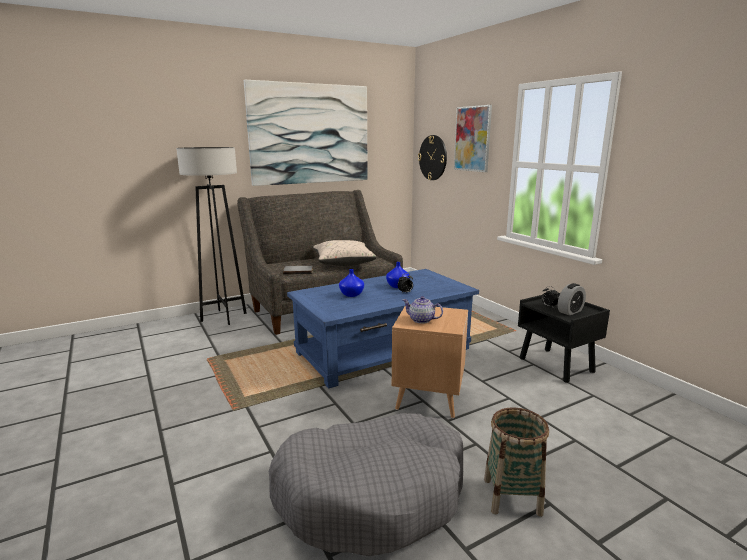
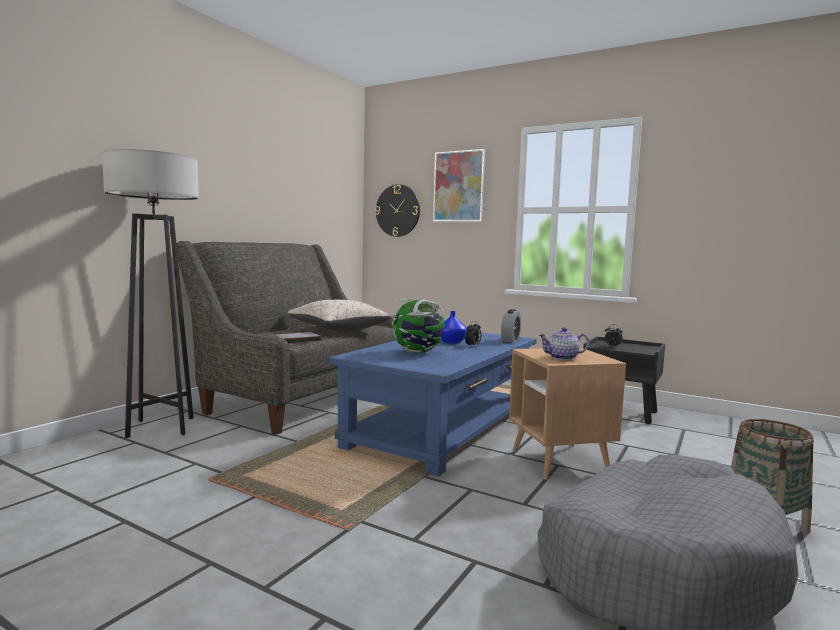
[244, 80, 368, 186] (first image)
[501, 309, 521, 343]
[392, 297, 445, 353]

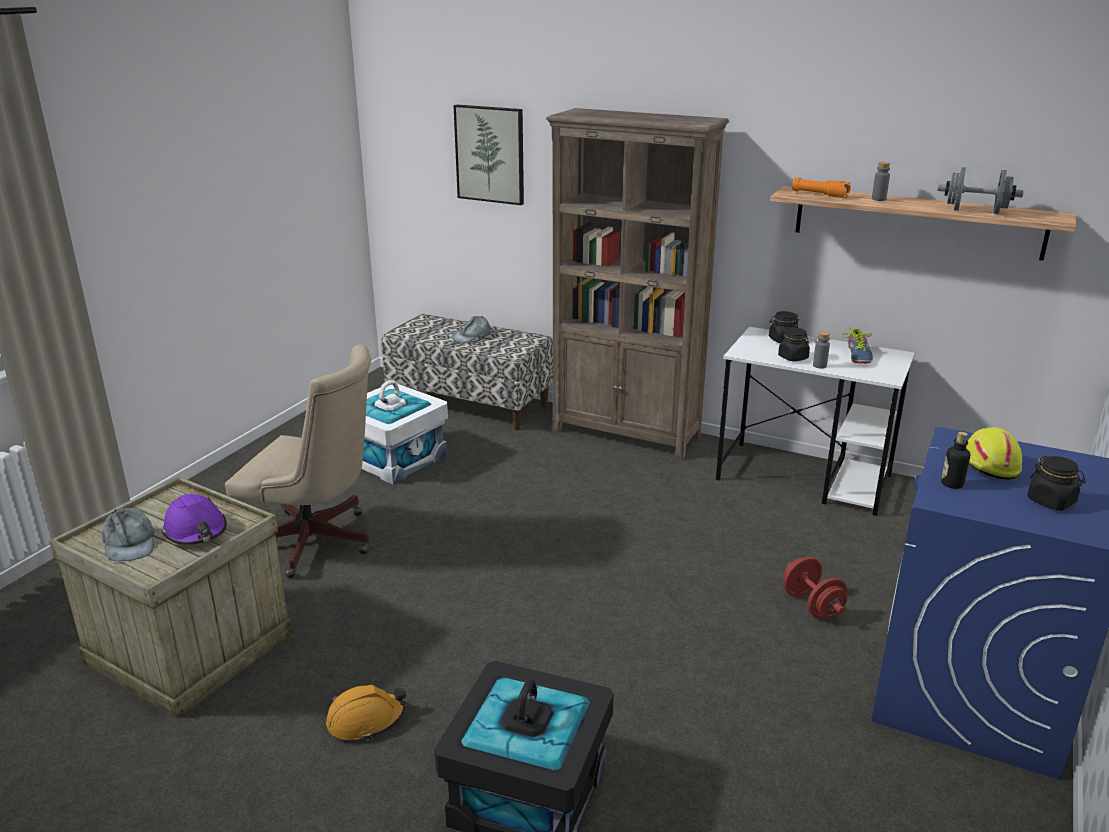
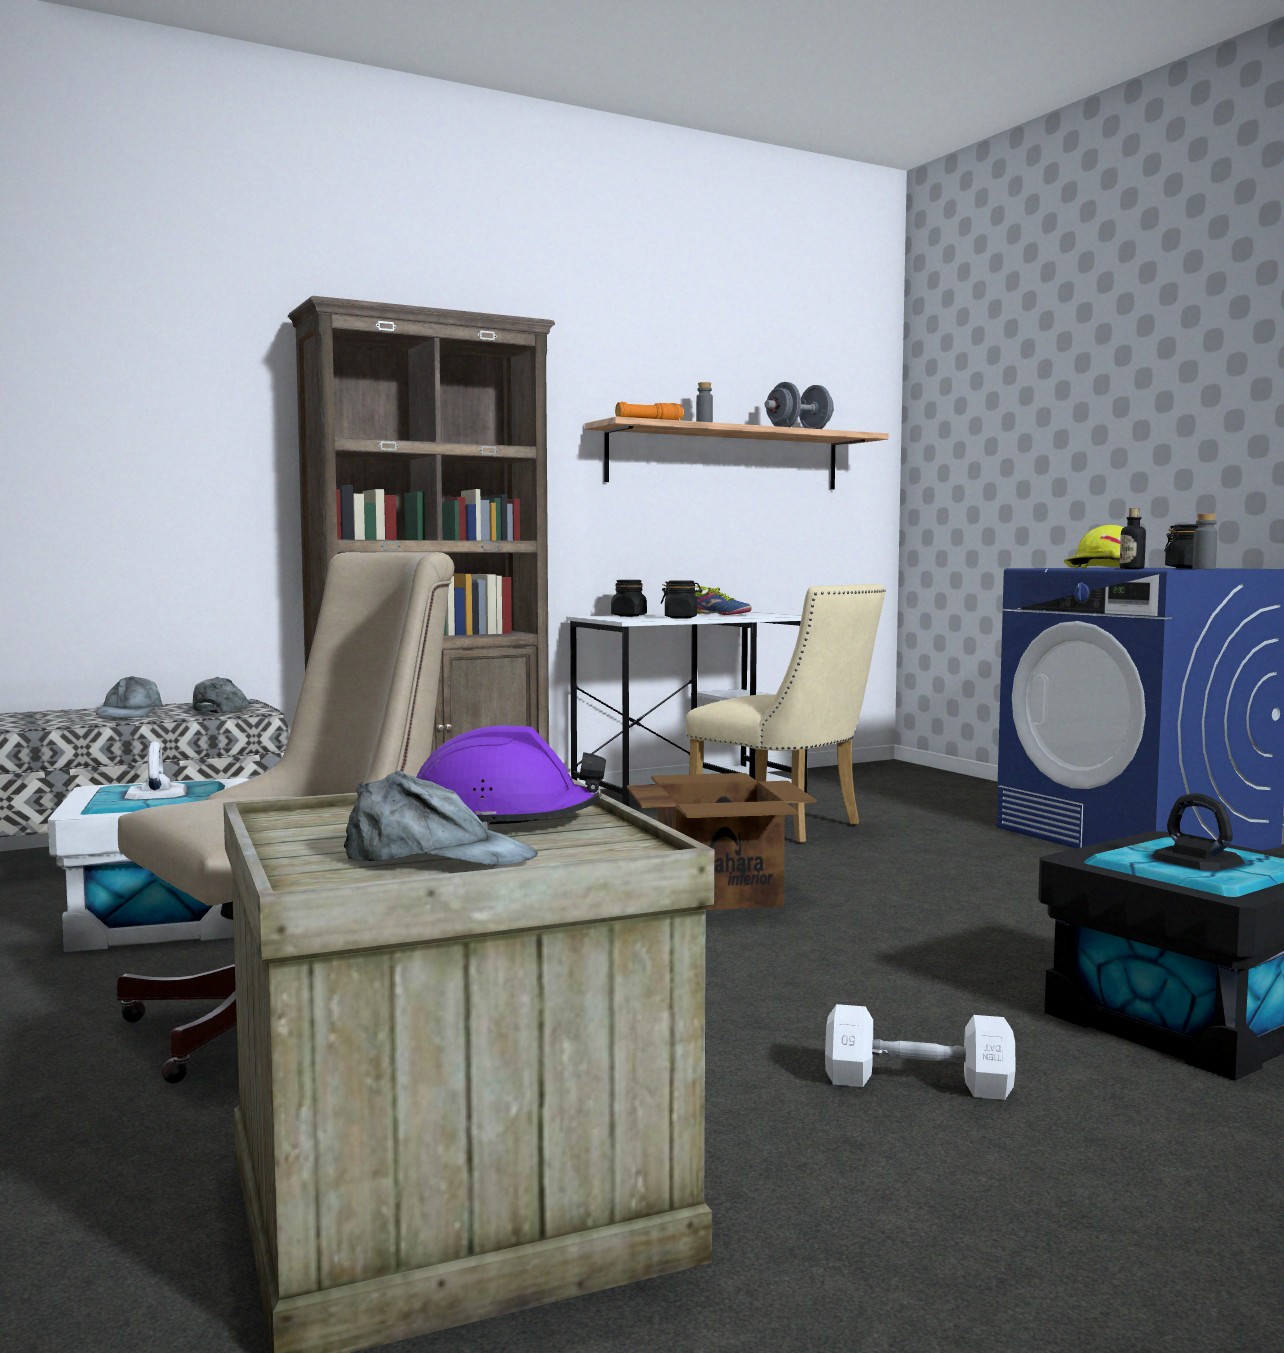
[453, 105, 524, 205] (first image)
[783, 557, 847, 619] (first image)
[193, 677, 261, 713]
[627, 773, 816, 910]
[686, 584, 885, 844]
[1193, 513, 1217, 569]
[825, 1004, 1016, 1100]

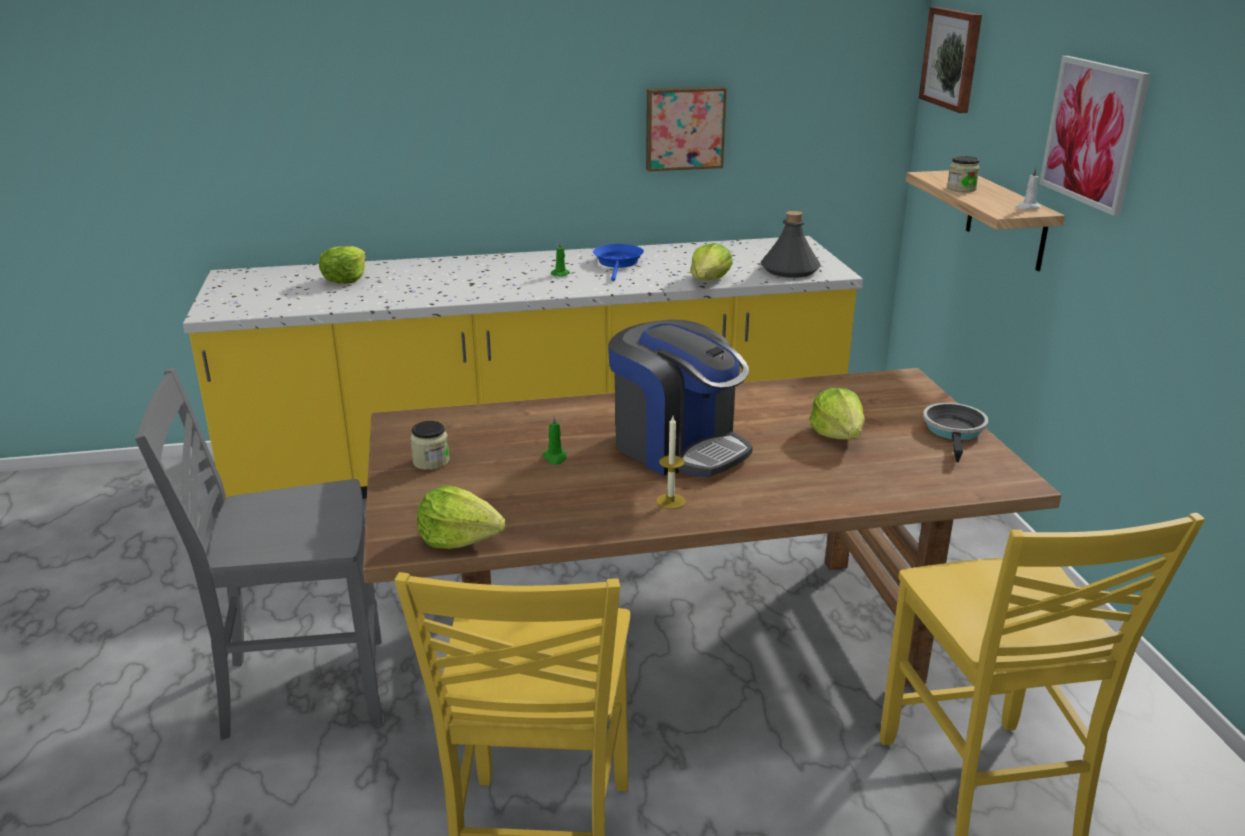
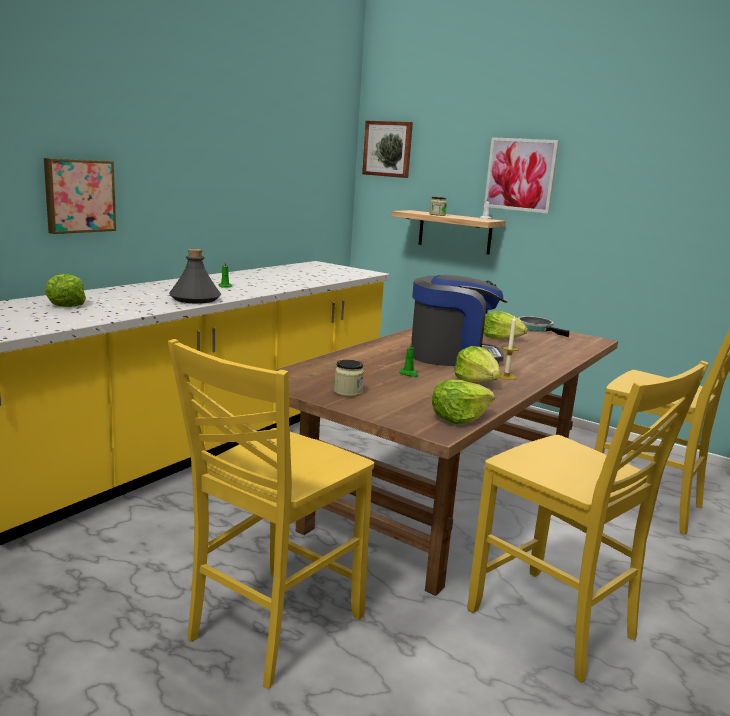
[593, 244, 644, 281] (first image)
[44, 158, 116, 234]
[454, 346, 500, 383]
[169, 249, 221, 304]
[168, 339, 374, 689]

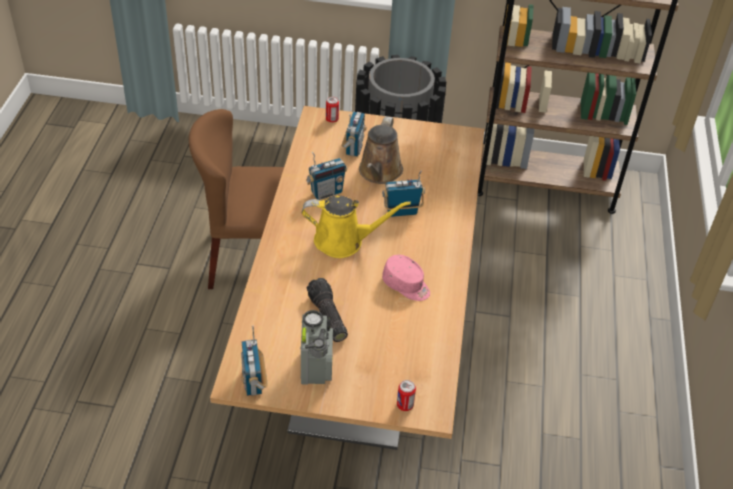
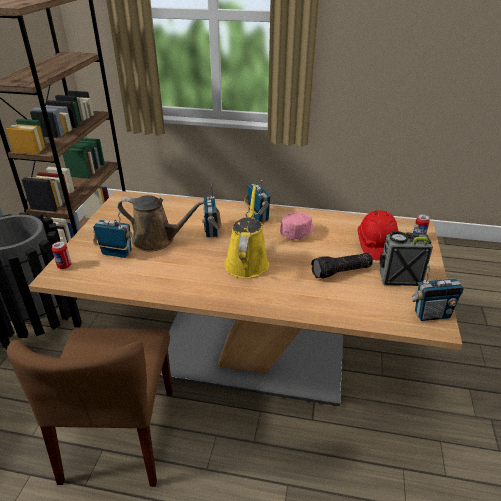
[358, 210, 398, 261]
[244, 180, 270, 222]

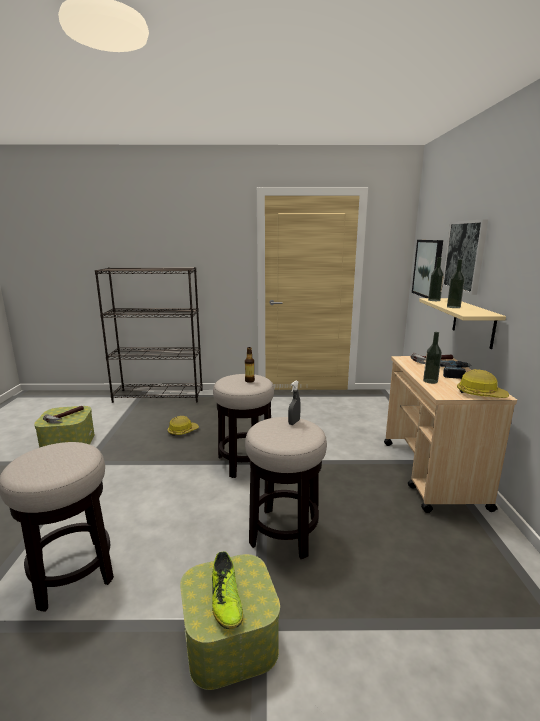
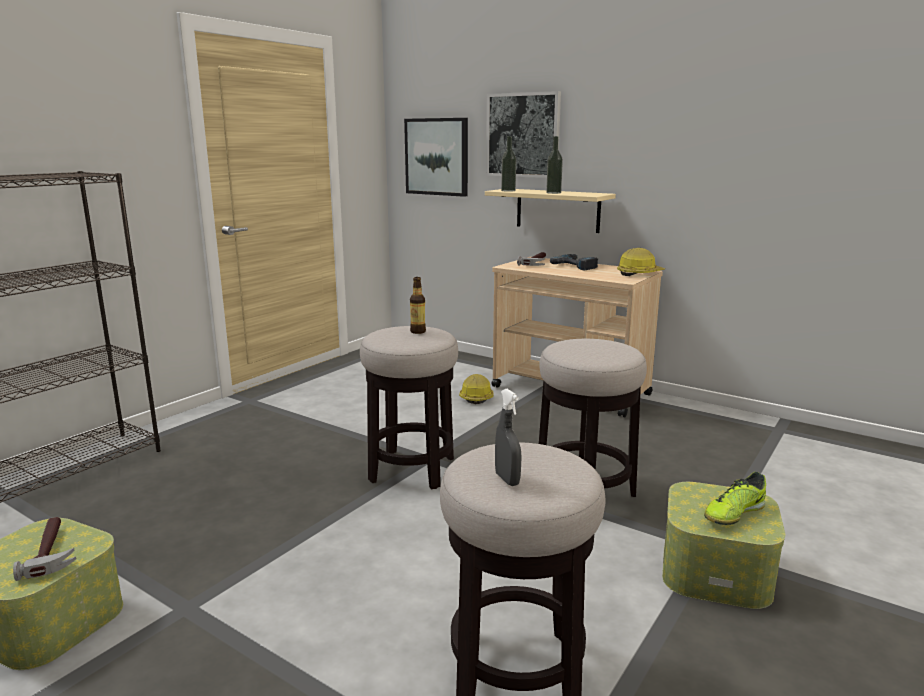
[423, 332, 442, 384] (first image)
[459, 374, 493, 404]
[495, 389, 522, 486]
[704, 472, 766, 525]

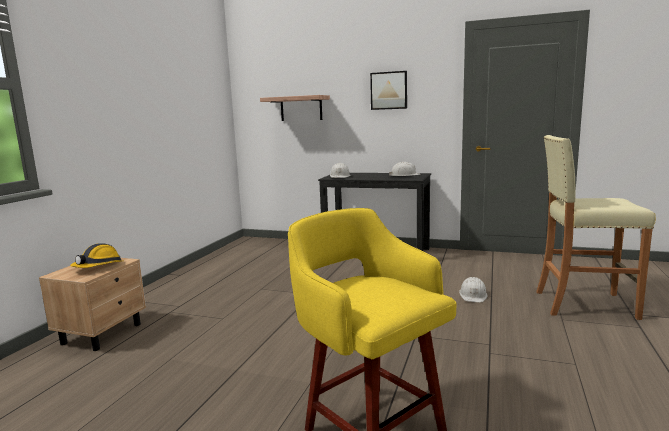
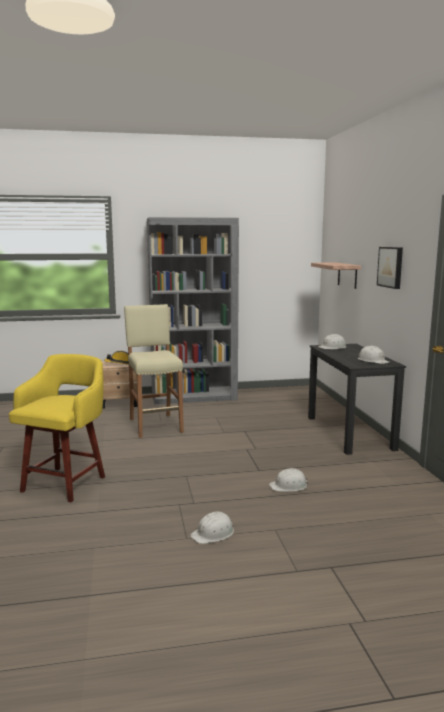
[147, 217, 239, 404]
[190, 512, 234, 544]
[124, 304, 184, 438]

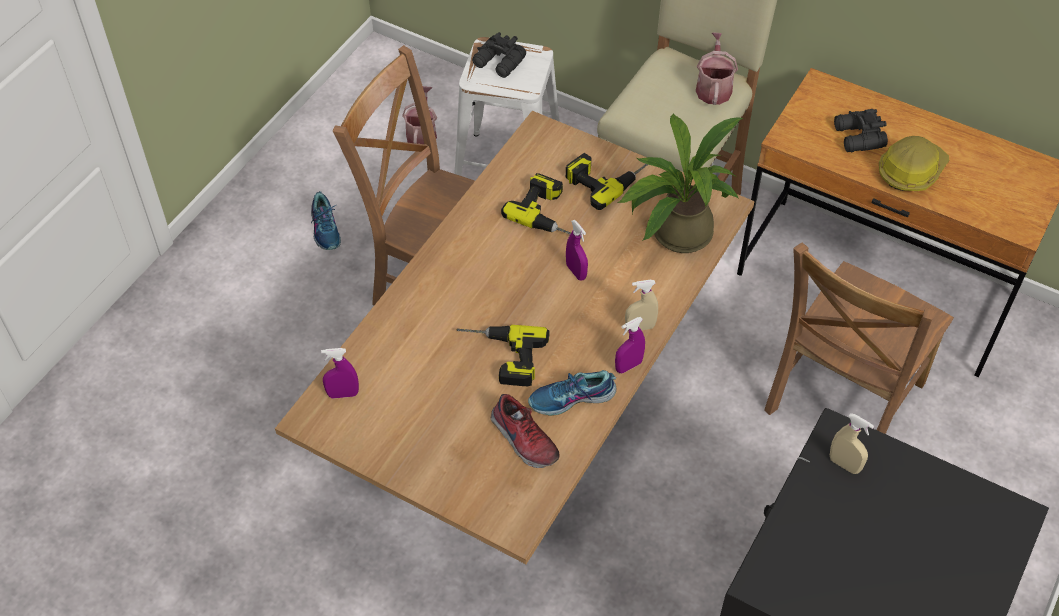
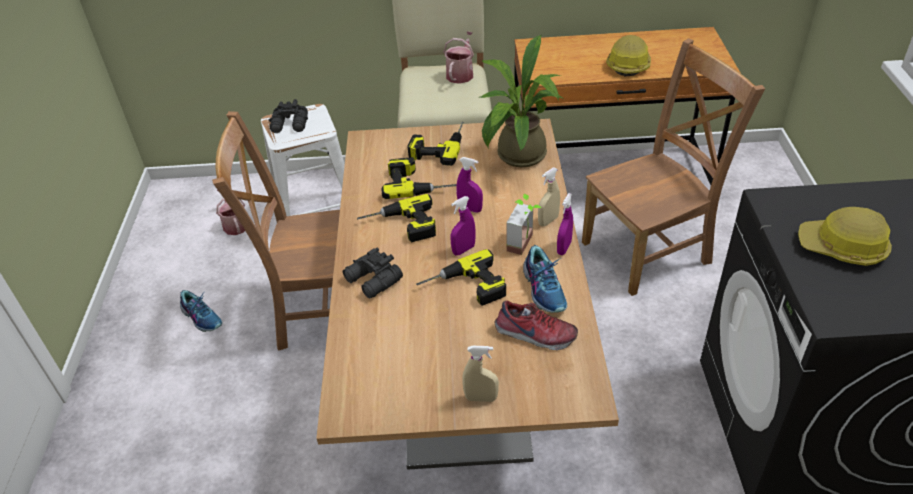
[357, 194, 436, 243]
[507, 194, 541, 255]
[798, 207, 892, 266]
[450, 196, 476, 256]
[462, 346, 499, 402]
[343, 248, 403, 299]
[523, 245, 567, 313]
[443, 31, 474, 84]
[582, 38, 765, 296]

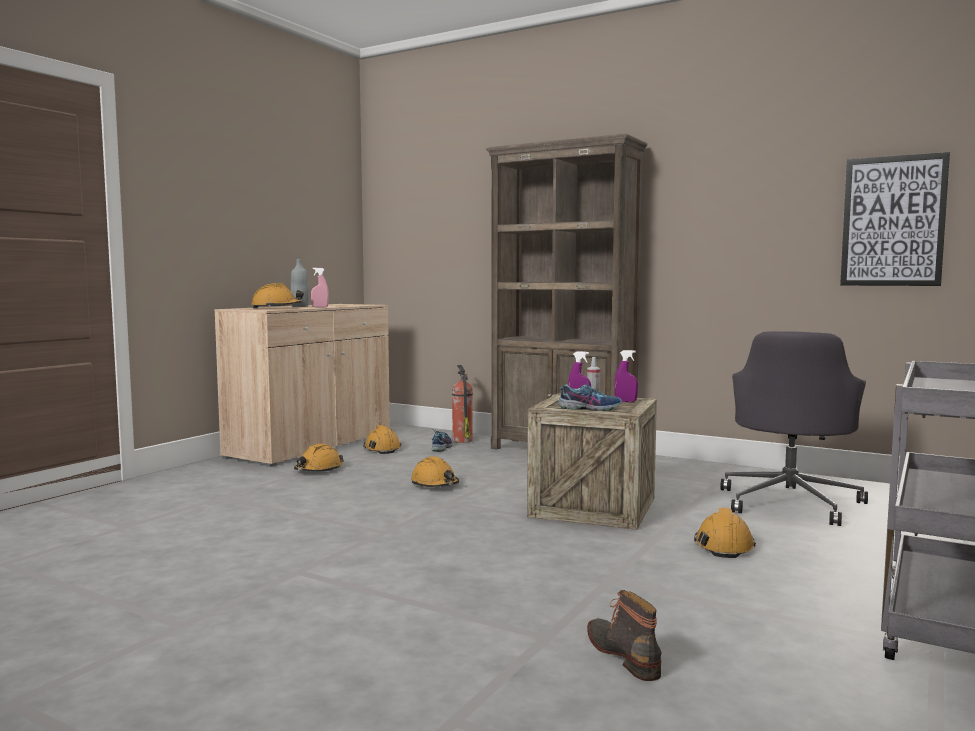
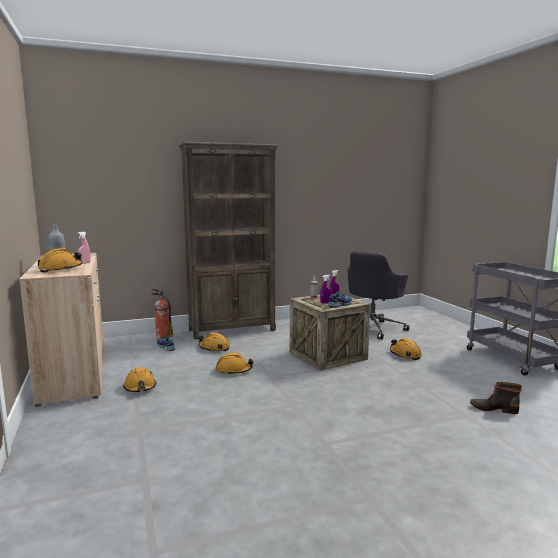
[840, 152, 950, 286] (first image)
[198, 332, 230, 352]
[347, 251, 409, 340]

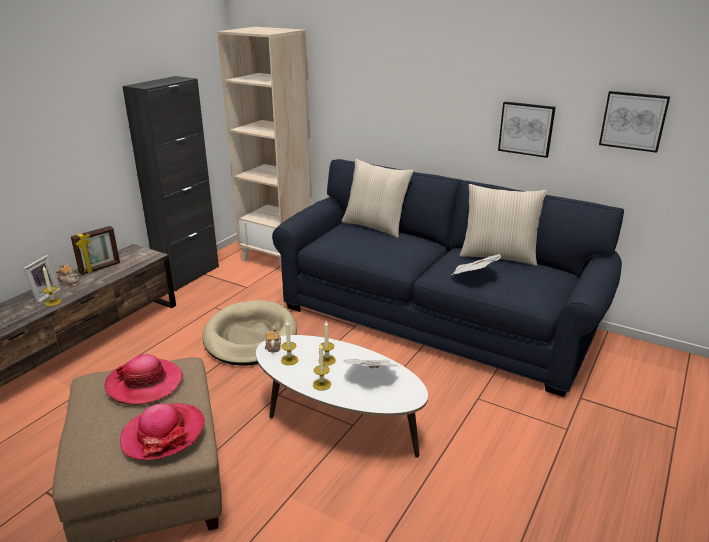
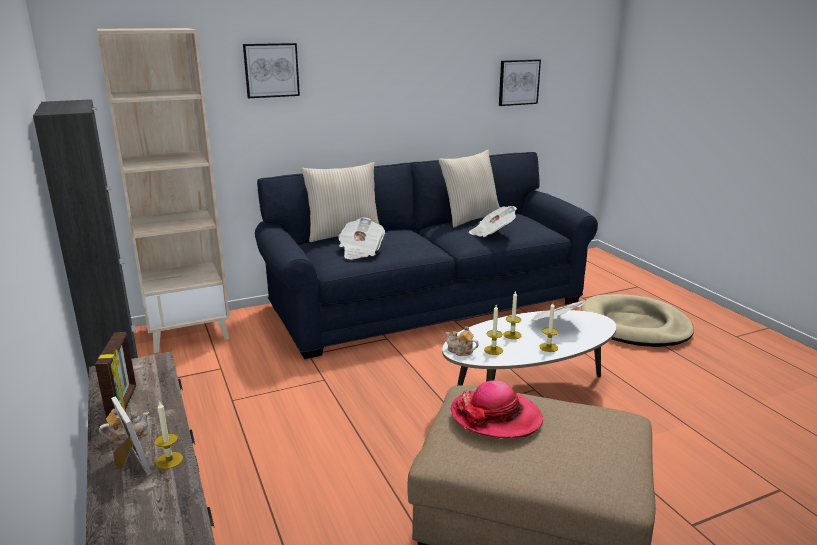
[120, 403, 205, 460] (first image)
[338, 218, 385, 260]
[581, 294, 694, 347]
[243, 43, 300, 98]

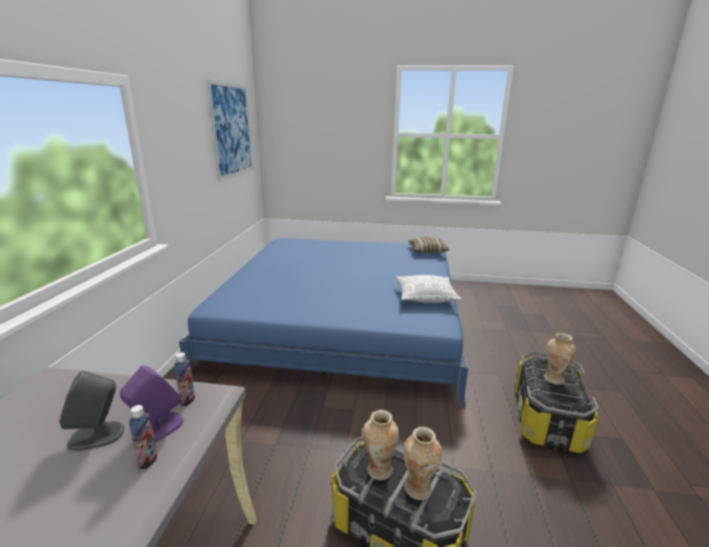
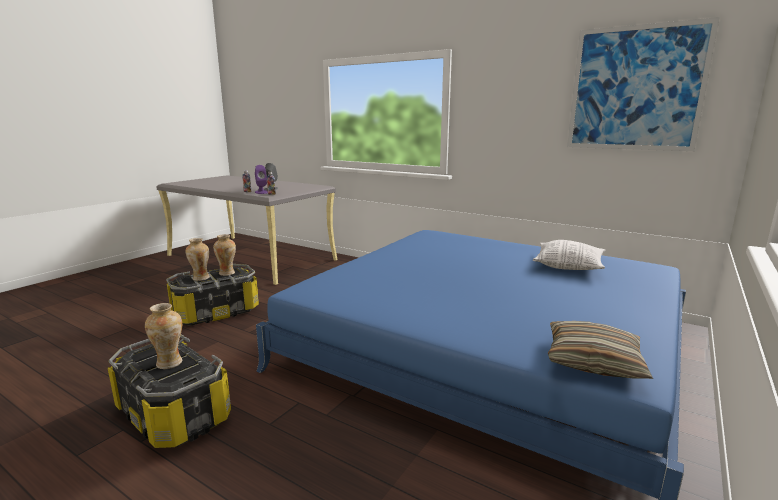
[533, 240, 605, 270]

